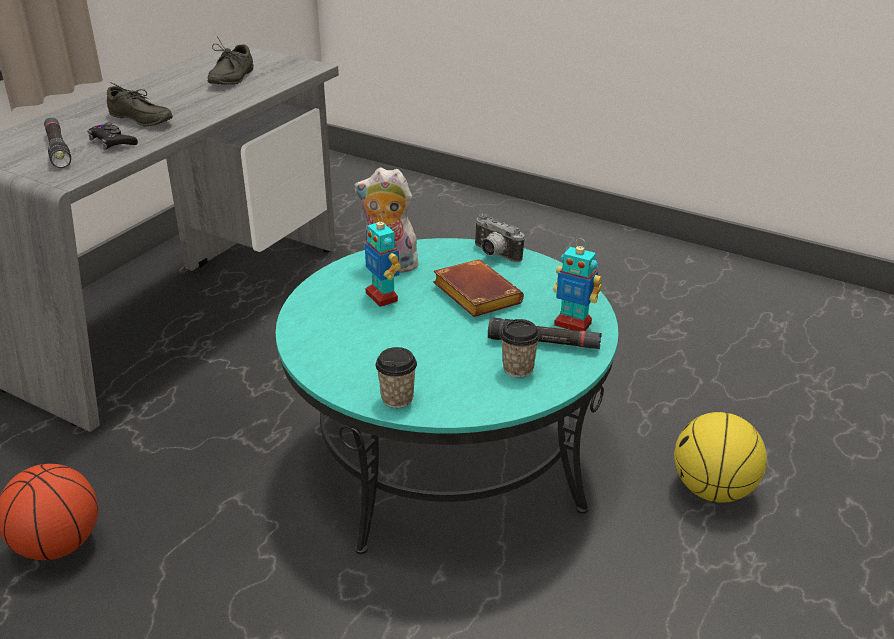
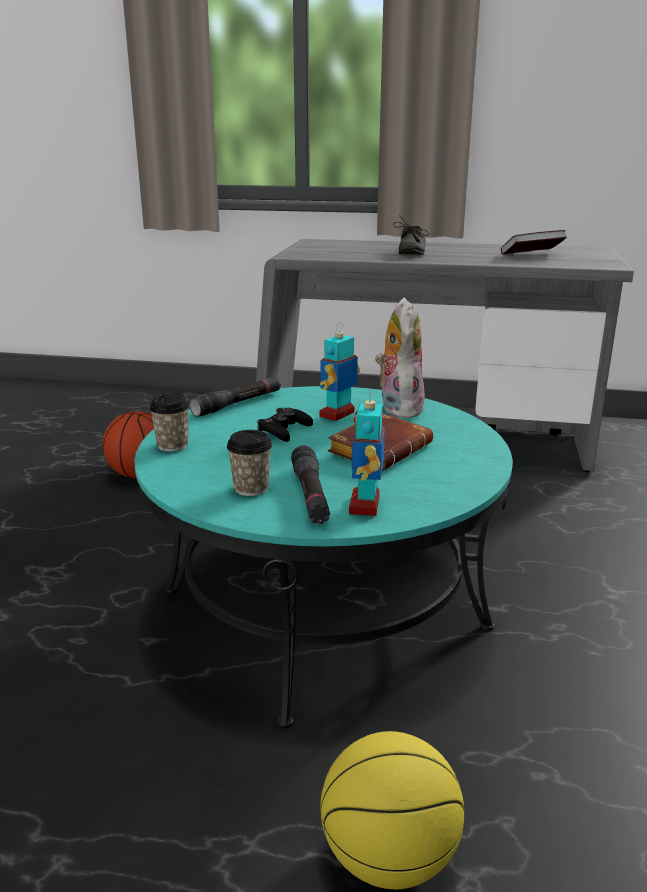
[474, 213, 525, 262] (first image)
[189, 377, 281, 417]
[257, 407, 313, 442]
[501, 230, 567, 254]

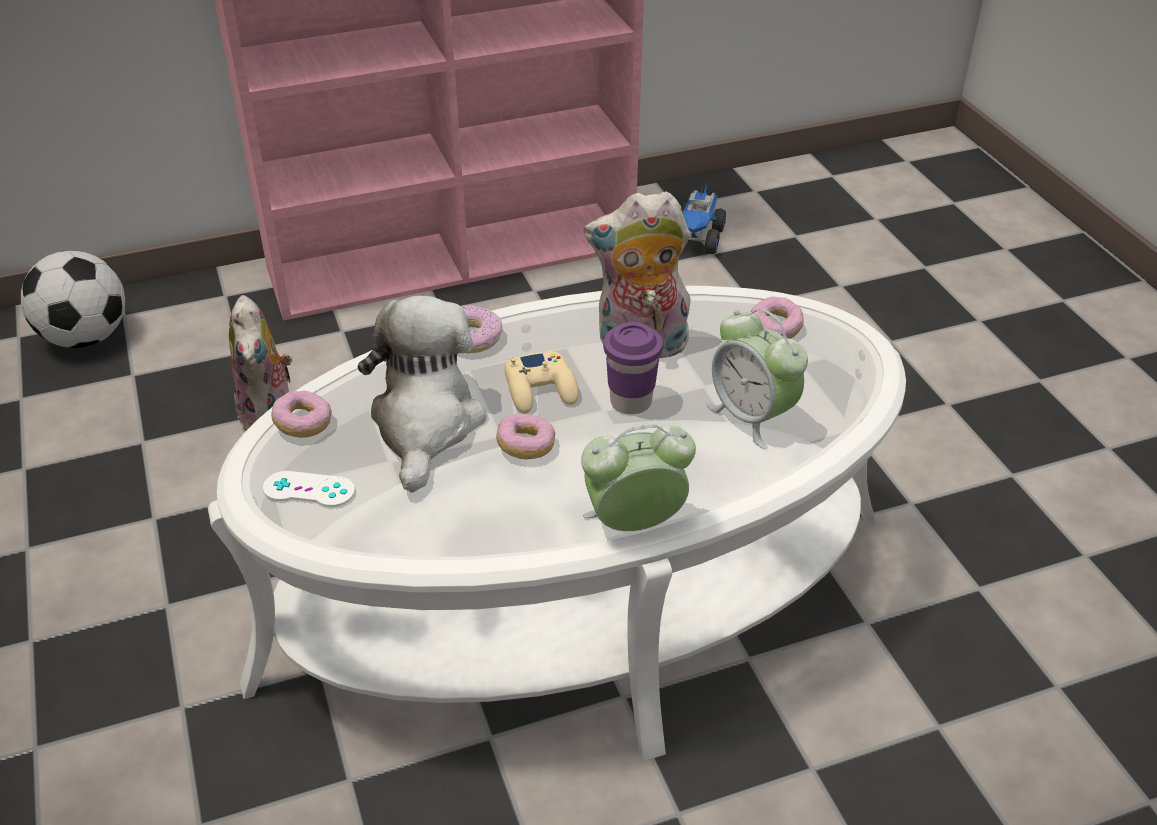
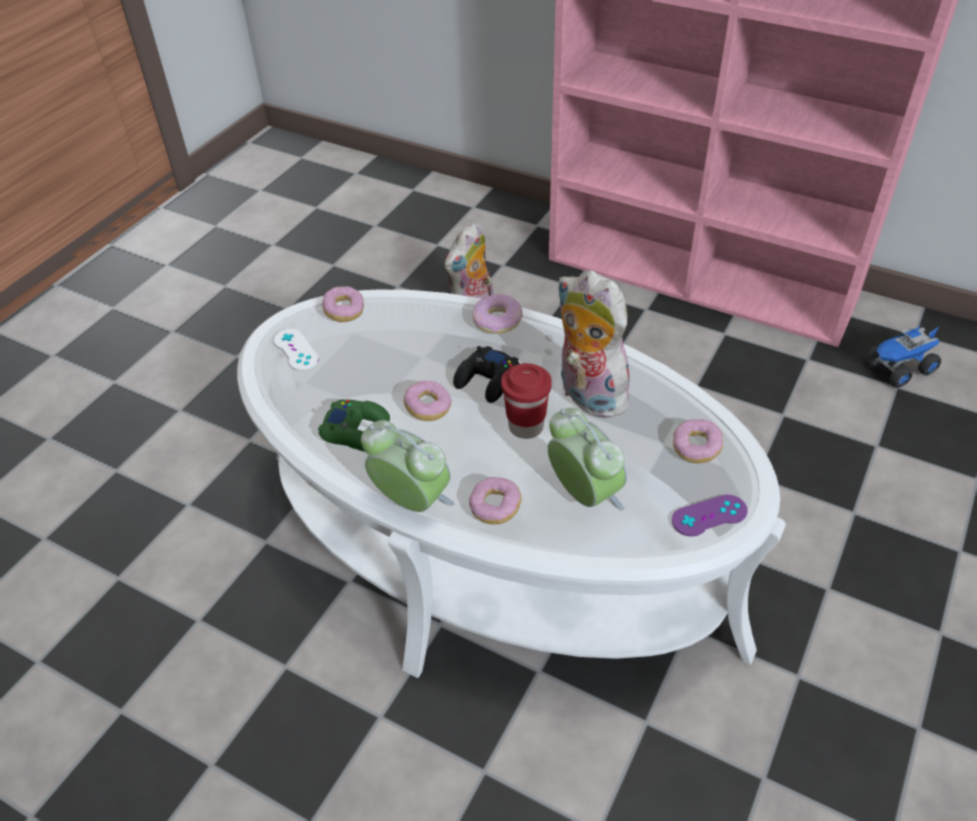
[21, 251, 125, 348] (first image)
[357, 295, 486, 492] (first image)
[318, 399, 390, 452]
[469, 477, 522, 524]
[672, 495, 748, 536]
[453, 346, 519, 403]
[501, 363, 552, 439]
[548, 408, 627, 511]

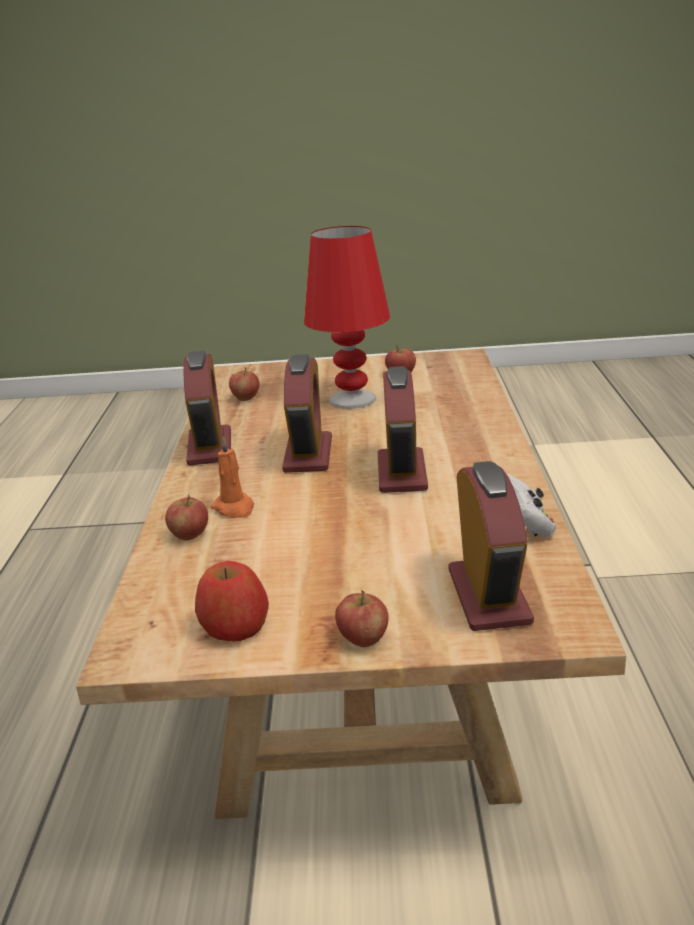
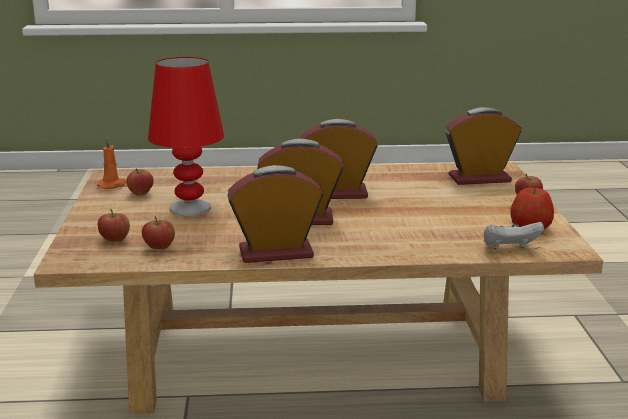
[98, 209, 130, 242]
[97, 137, 127, 189]
[484, 222, 544, 249]

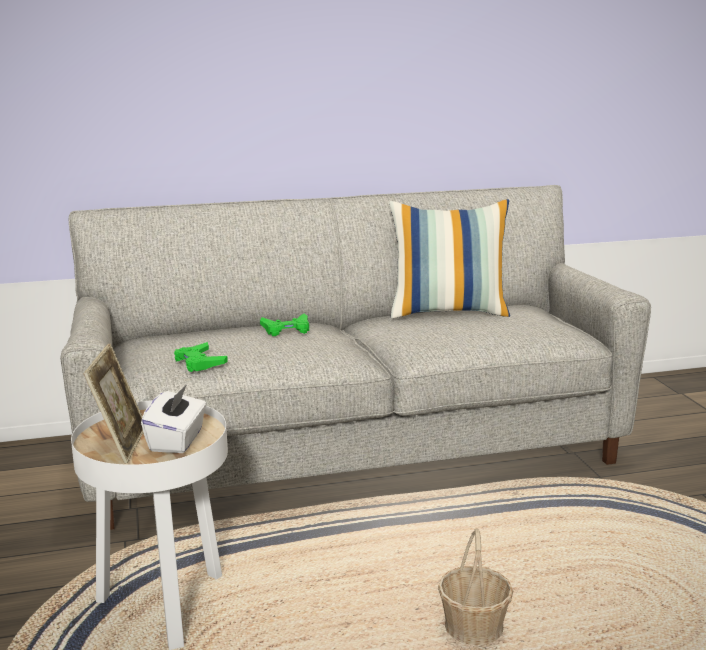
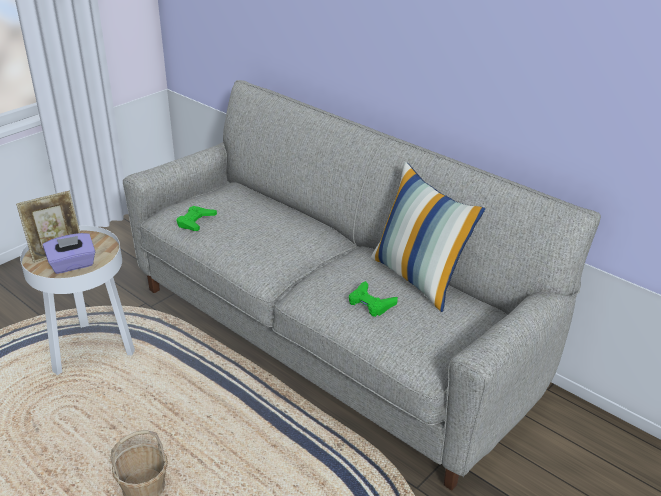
[349, 281, 398, 317]
[43, 233, 95, 274]

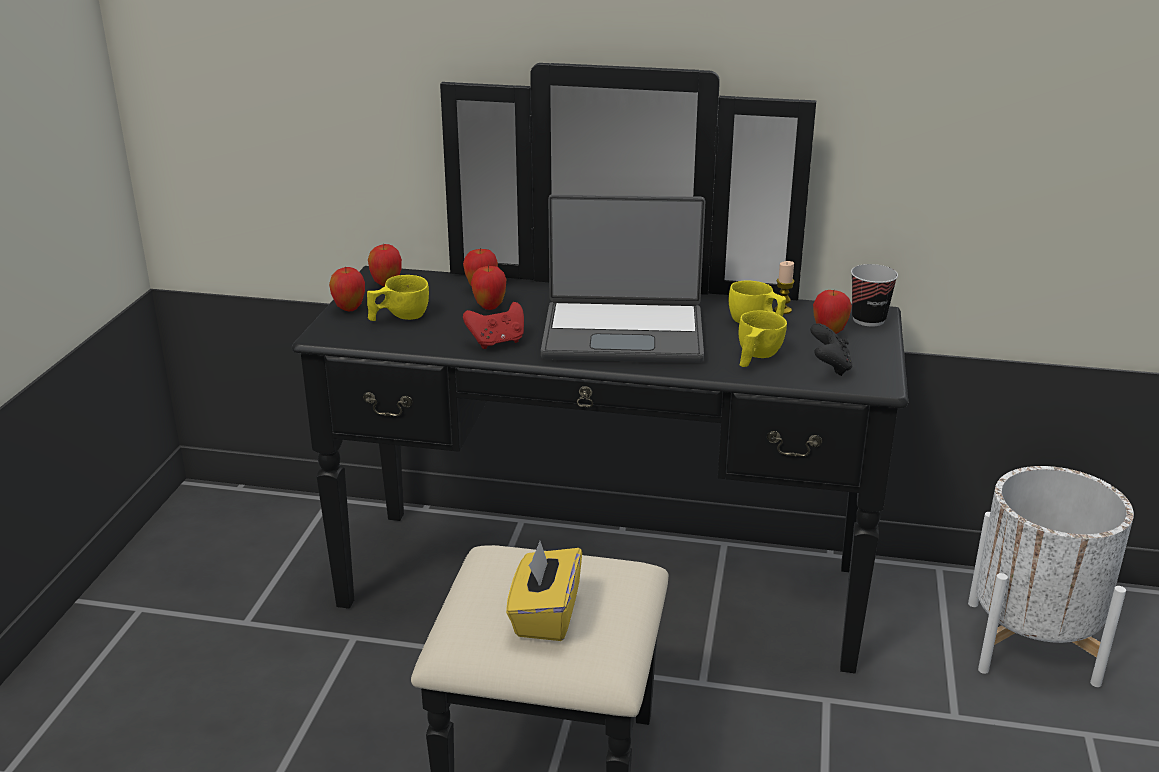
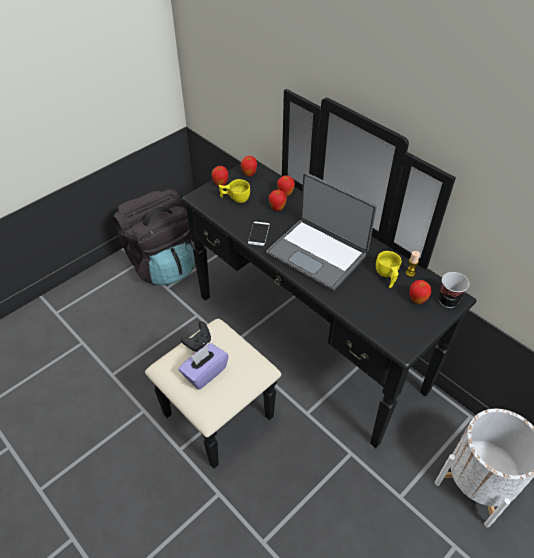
[739, 311, 787, 367] (first image)
[113, 190, 194, 285]
[181, 321, 211, 352]
[248, 222, 270, 246]
[179, 343, 229, 390]

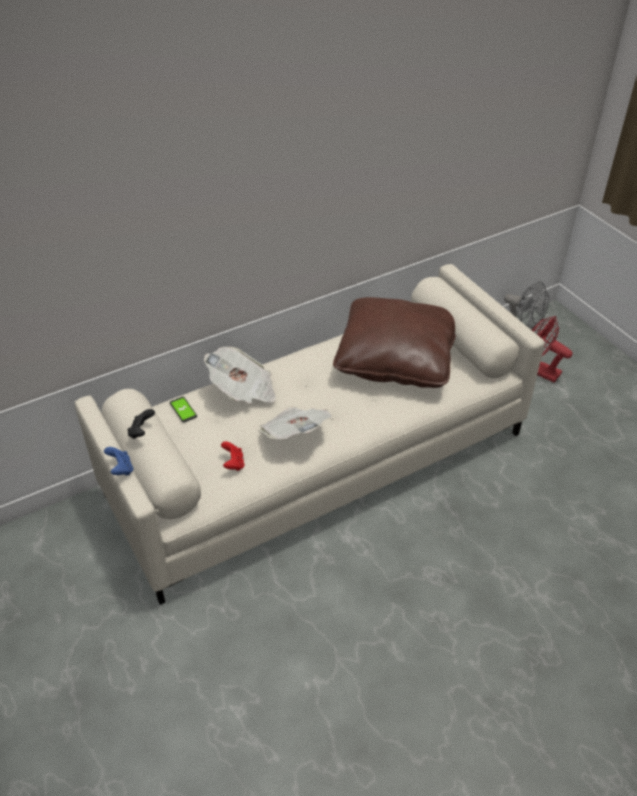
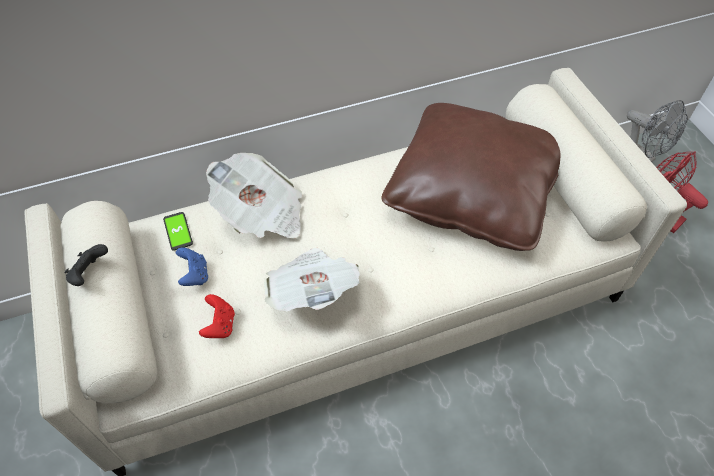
[176, 247, 208, 286]

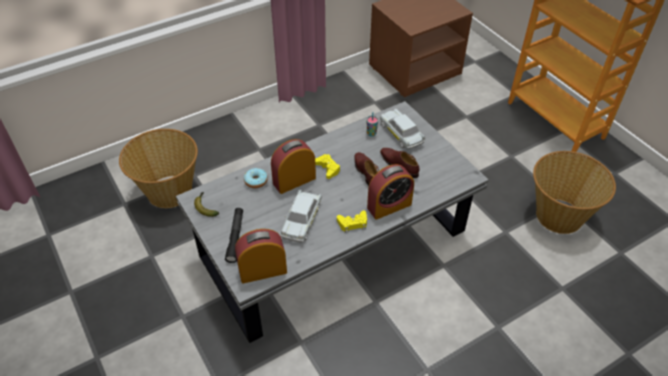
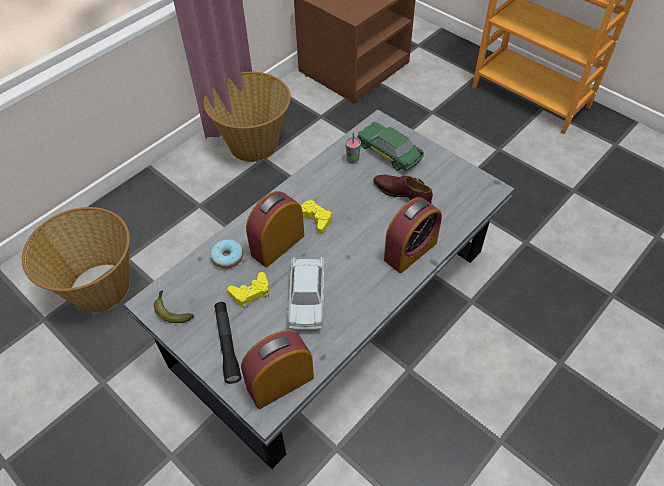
[354, 152, 379, 186] (first image)
[228, 272, 269, 308]
[204, 72, 291, 162]
[357, 122, 424, 171]

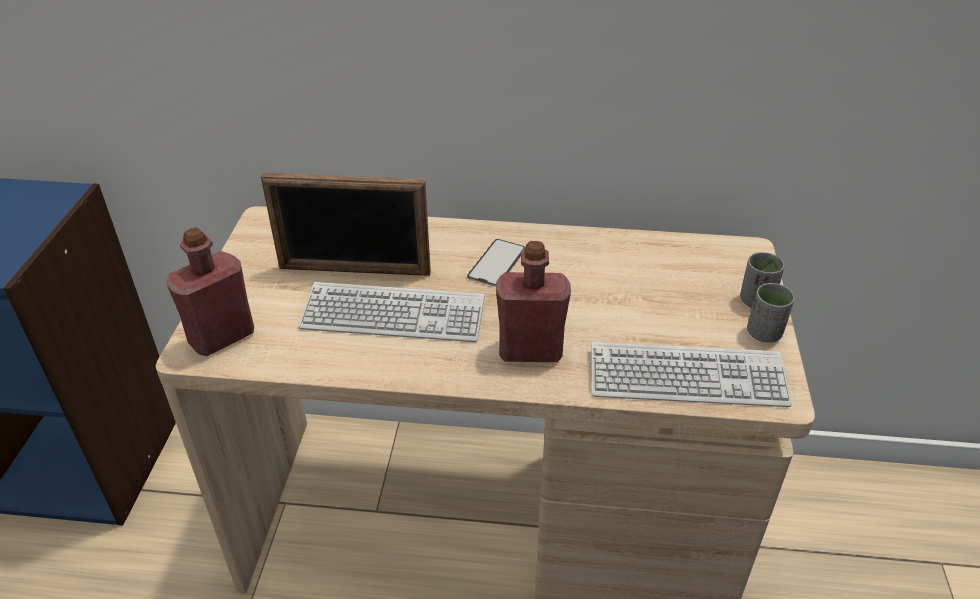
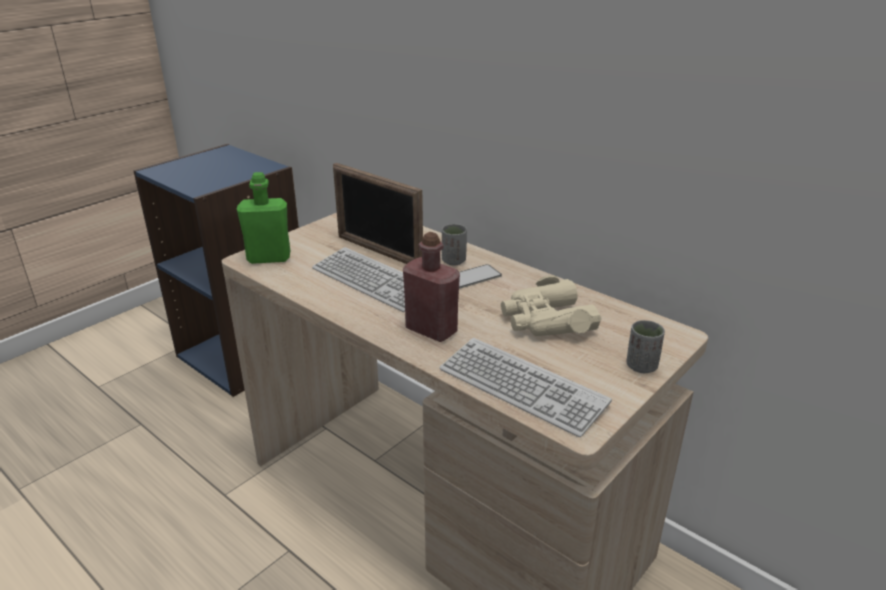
[501, 275, 602, 336]
[442, 224, 467, 265]
[237, 172, 290, 264]

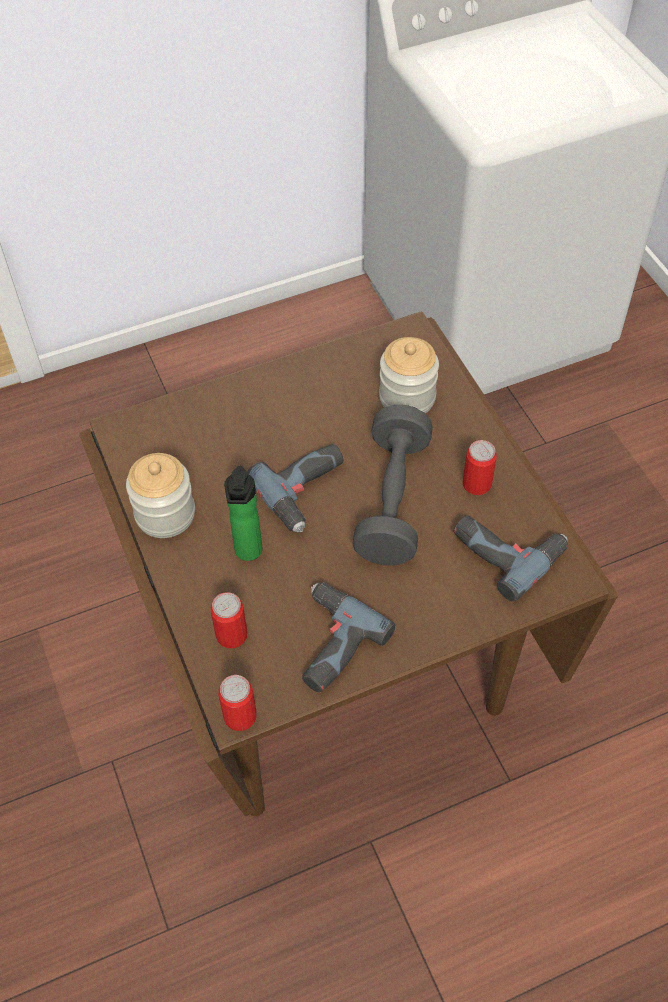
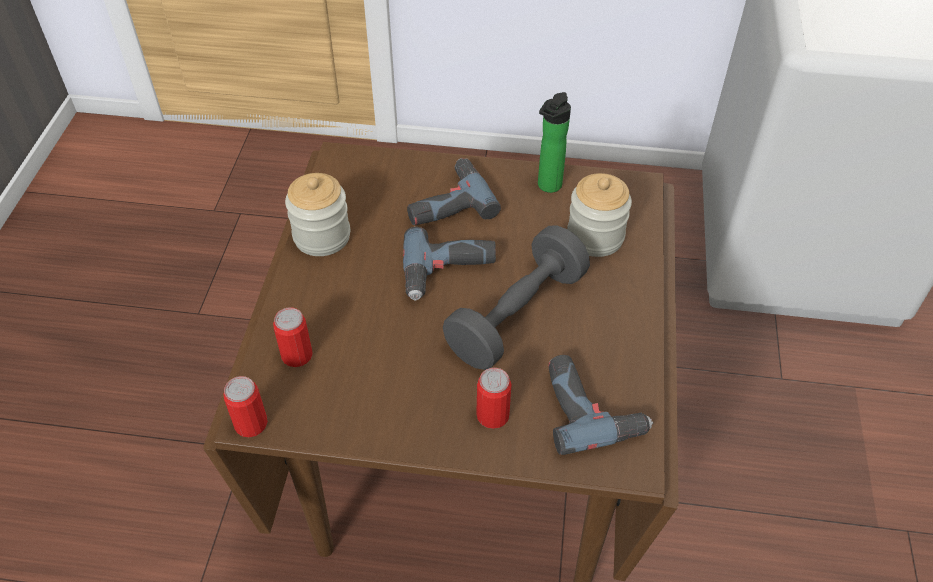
[538, 92, 571, 193]
[407, 158, 501, 225]
[476, 368, 512, 429]

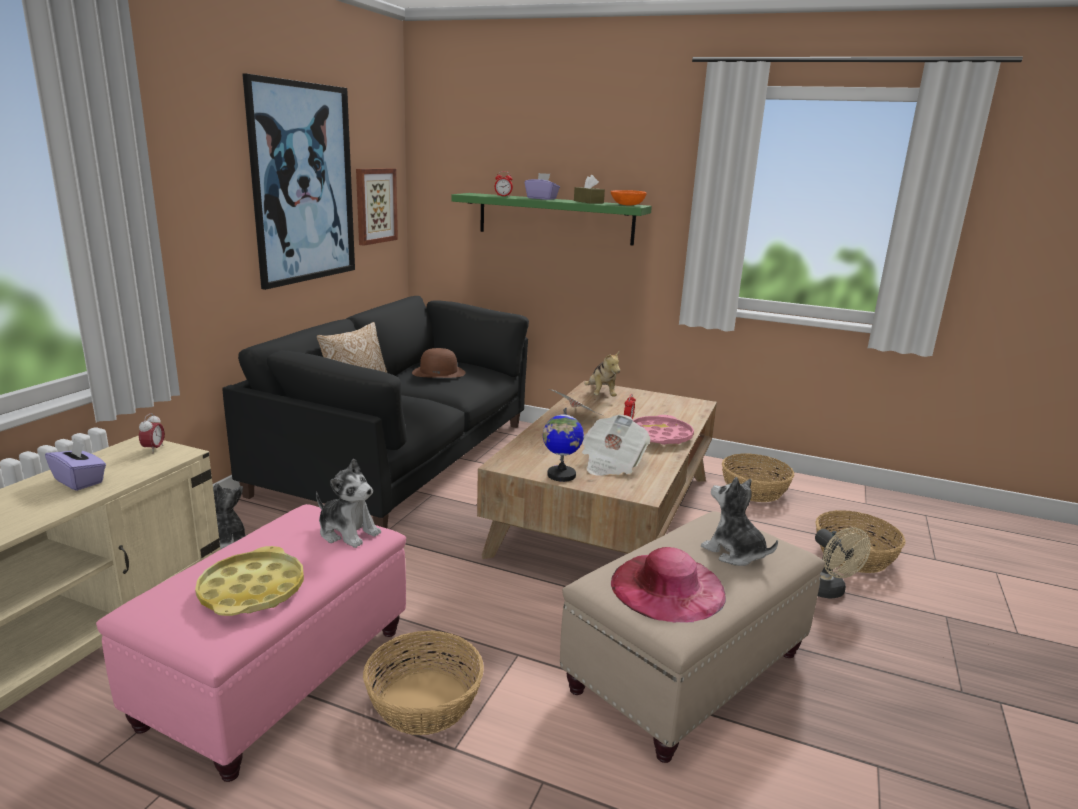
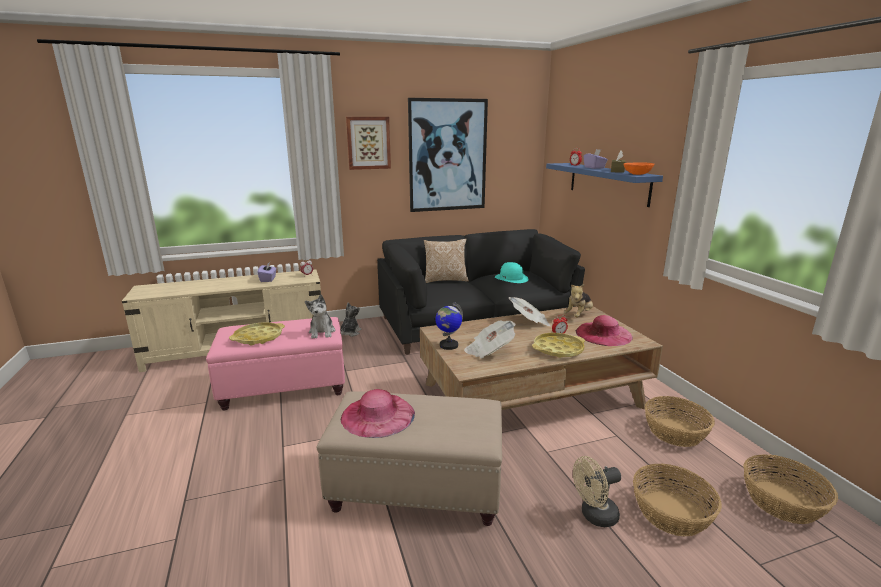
[701, 477, 778, 566] (first image)
[576, 315, 633, 346]
[346, 117, 391, 170]
[743, 455, 838, 524]
[495, 262, 529, 283]
[546, 163, 663, 207]
[532, 333, 585, 358]
[573, 456, 621, 527]

